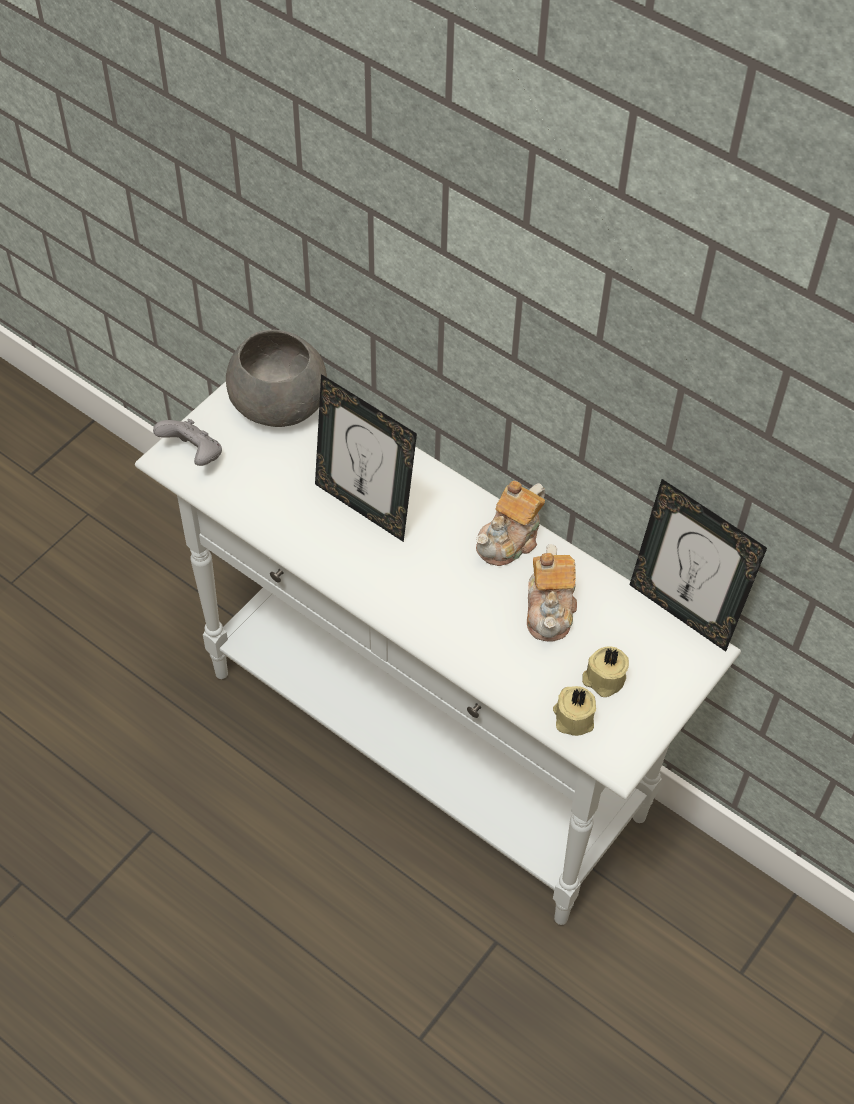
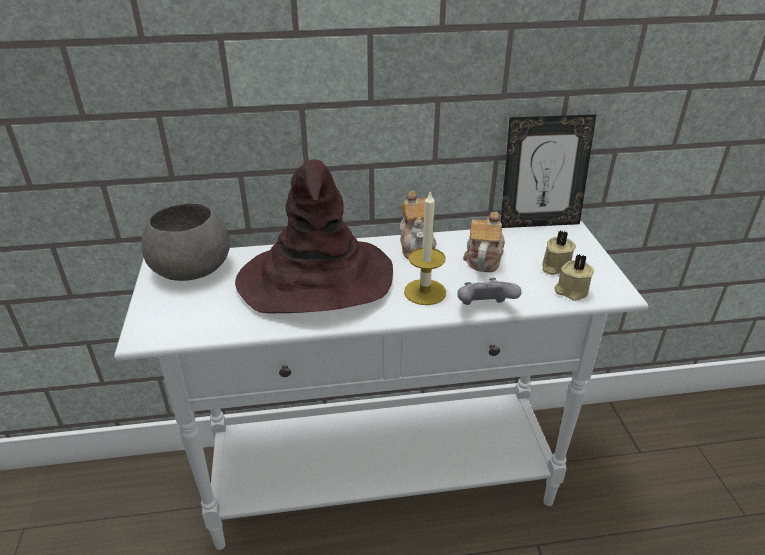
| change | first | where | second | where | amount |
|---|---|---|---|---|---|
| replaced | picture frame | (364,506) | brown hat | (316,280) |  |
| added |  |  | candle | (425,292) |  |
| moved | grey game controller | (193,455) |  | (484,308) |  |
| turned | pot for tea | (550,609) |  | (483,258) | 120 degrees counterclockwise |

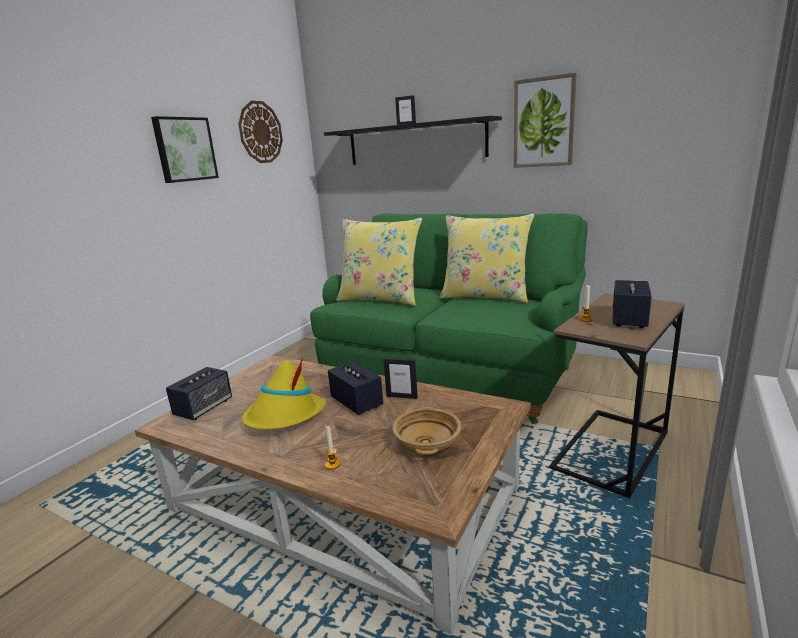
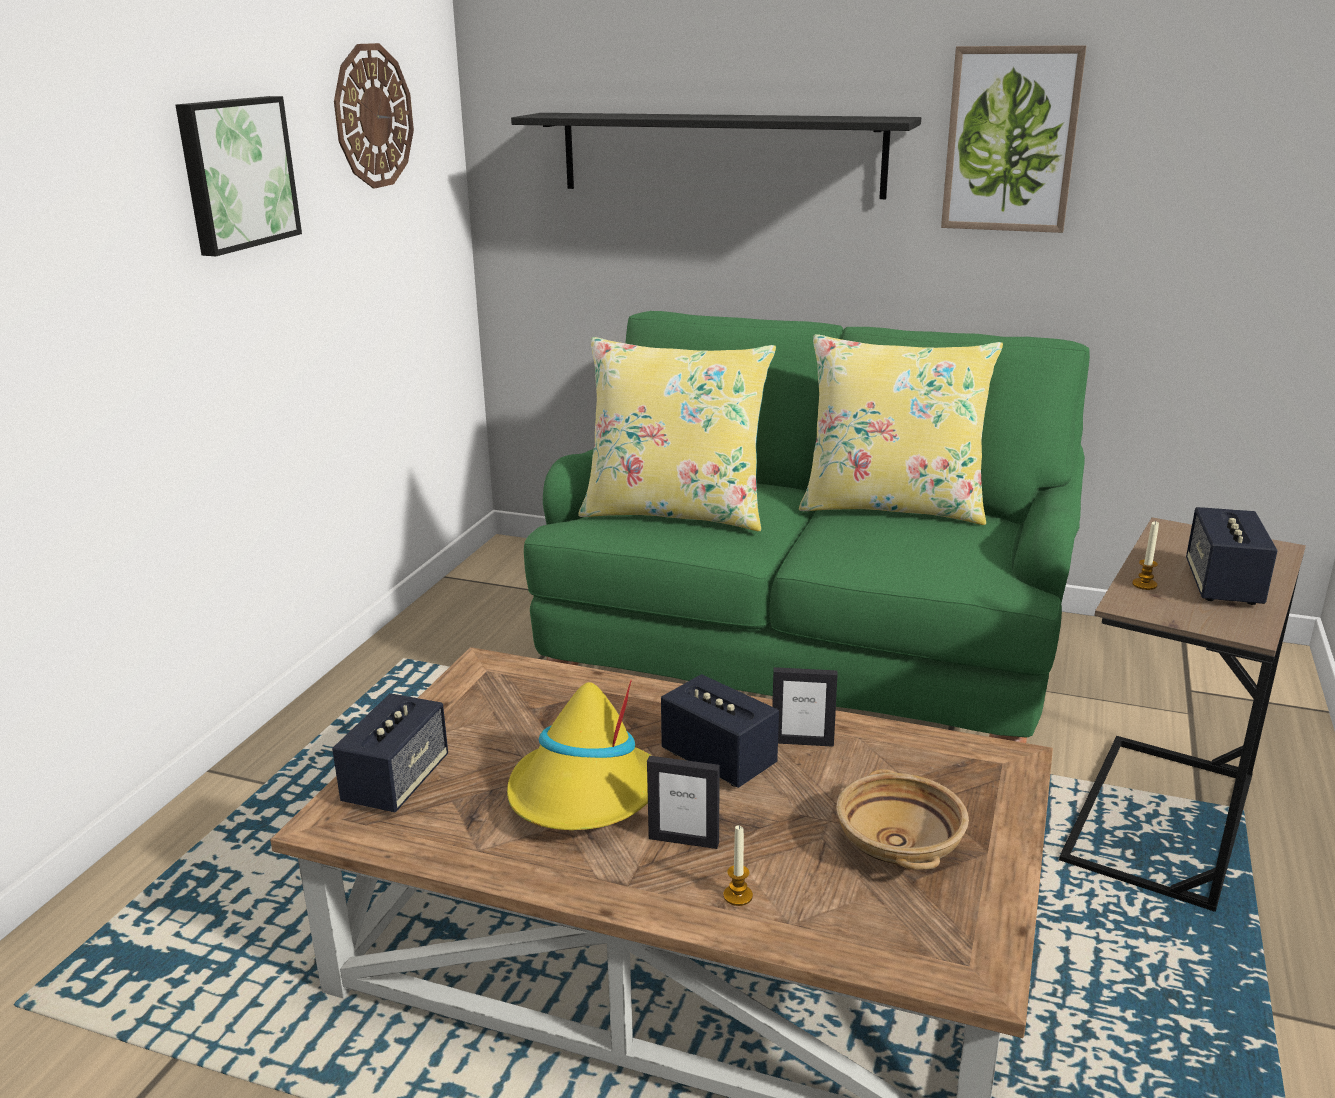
| change | first | where | second | where | amount |
|---|---|---|---|---|---|
| moved | picture frame | (406,124) |  | (684,840) |  |

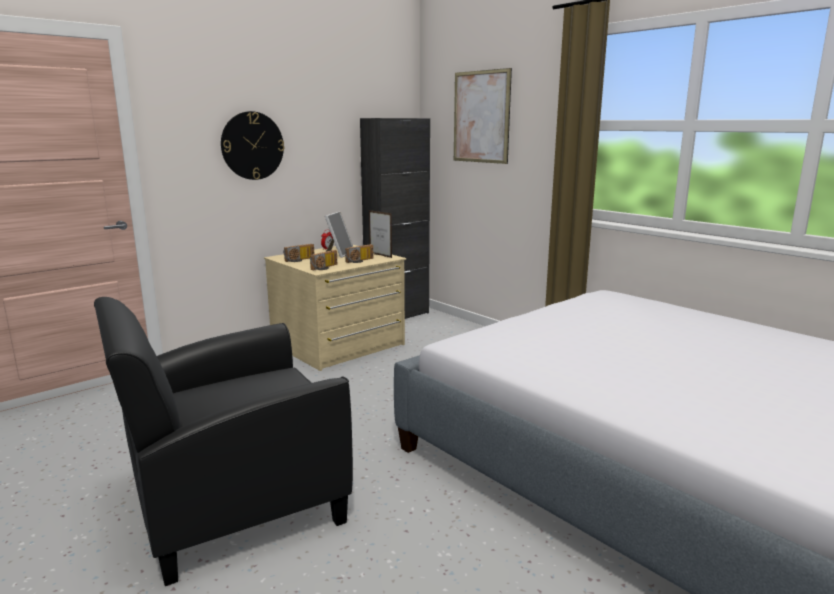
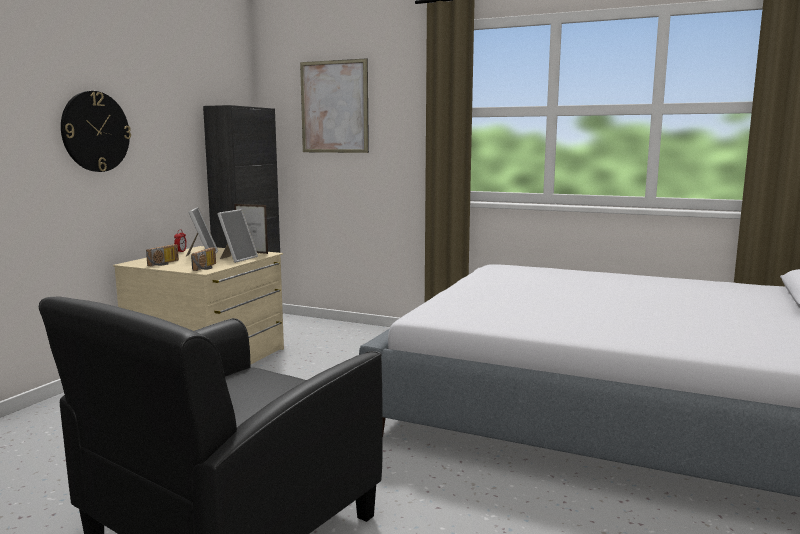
| change | first | where | second | where | amount |
|---|---|---|---|---|---|
| replaced | radio set | (360,261) | picture frame | (237,259) |  |

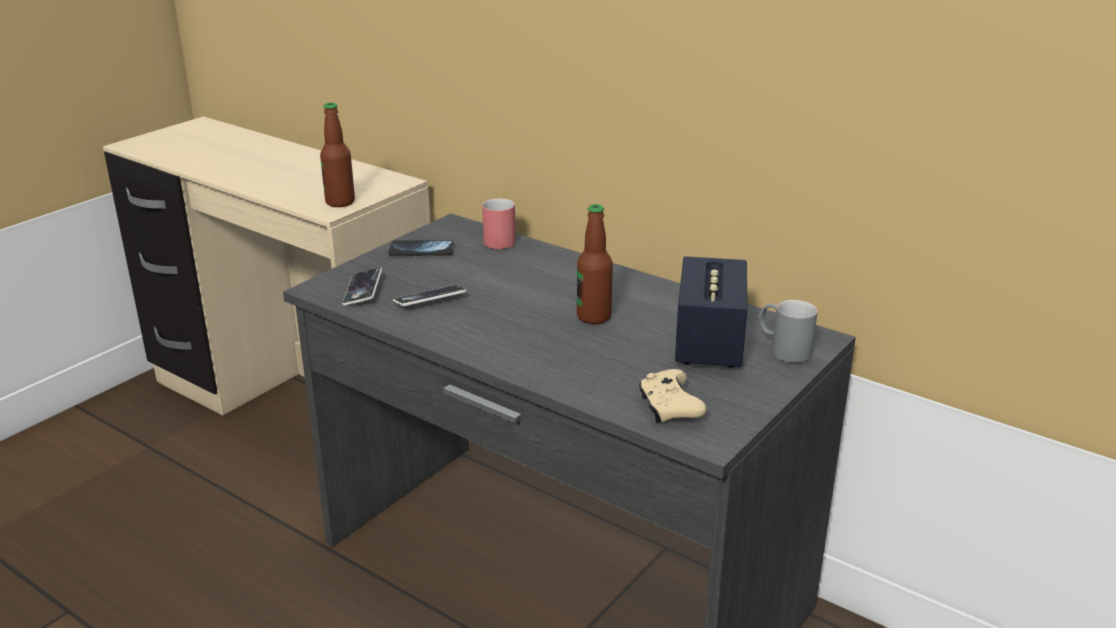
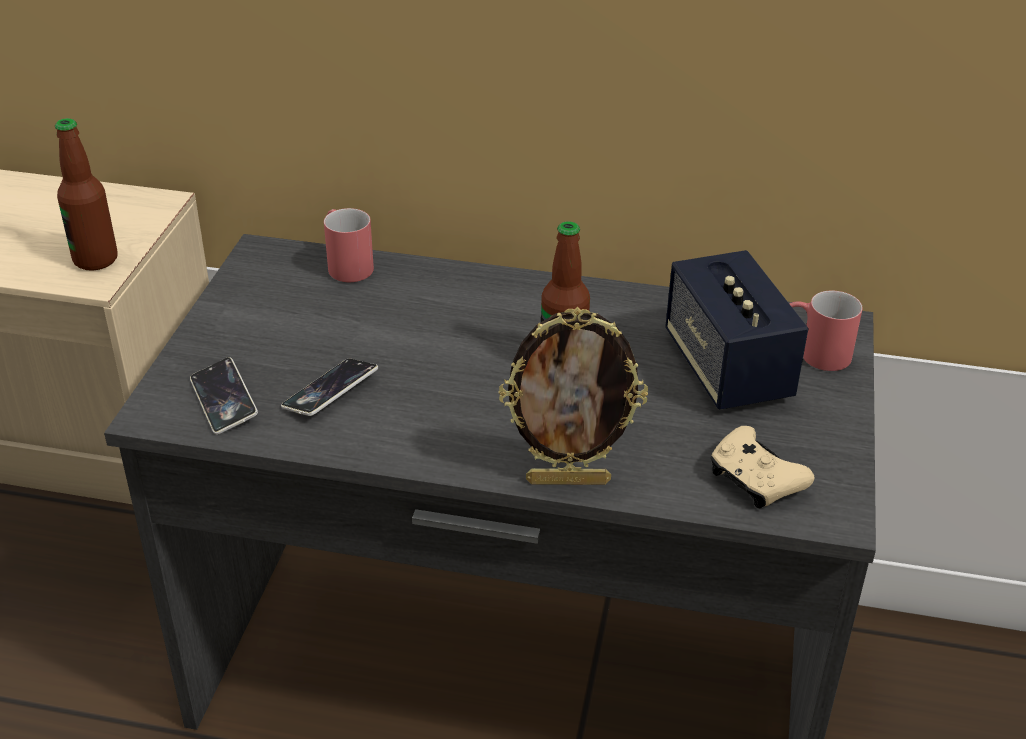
| change | first | where | second | where | amount |
|---|---|---|---|---|---|
| added |  |  | picture frame | (568,480) |  |
| recoloured | grey tea mug | (783,349) | red tea mug | (812,353) |  |
| removed | telephone | (421,250) |  |  |  |

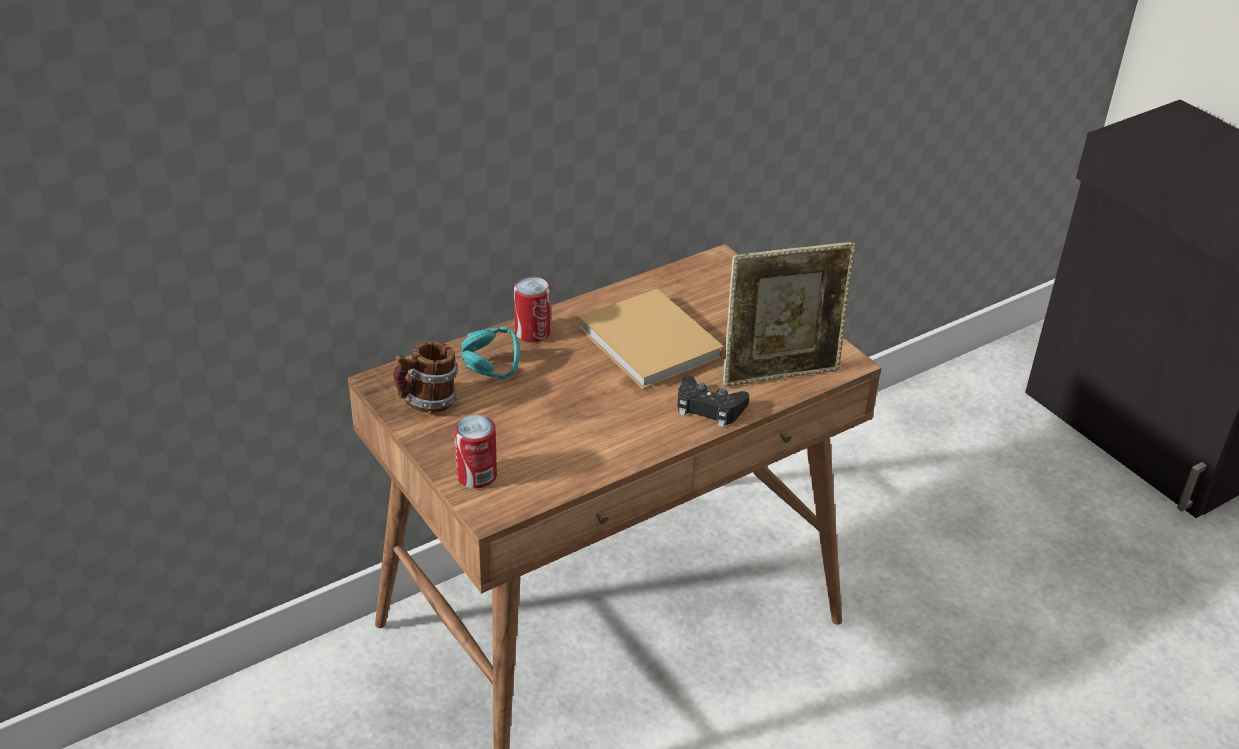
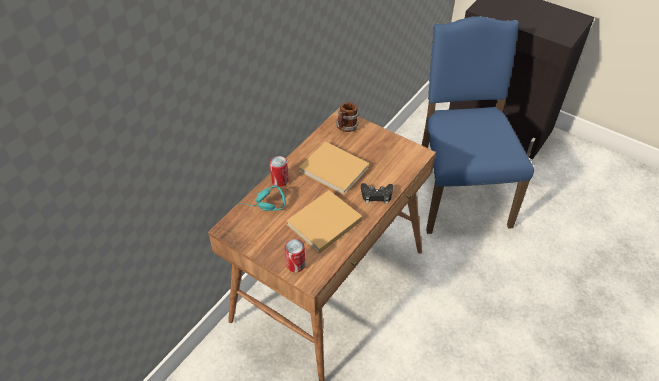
| change | first | where | second | where | amount |
|---|---|---|---|---|---|
| added |  |  | sand-coloured book | (322,223) |  |
| moved | tea mug | (427,403) |  | (346,128) |  |
| added |  |  | blue plain chair | (458,192) |  |
| removed | picture frame | (780,374) |  |  |  |

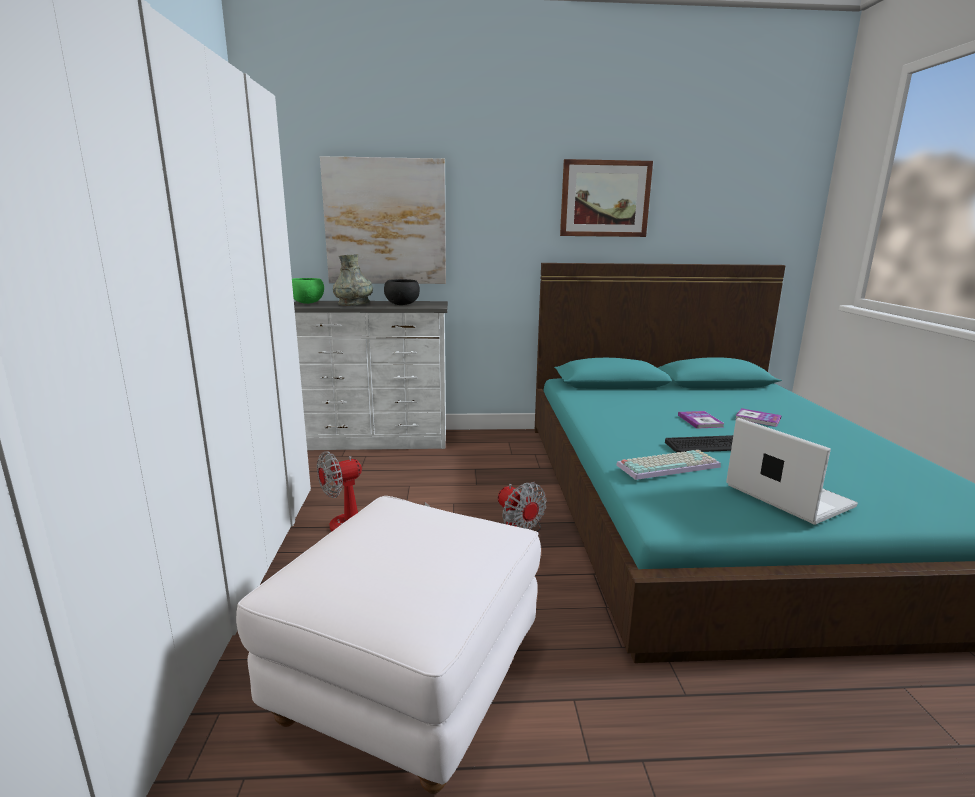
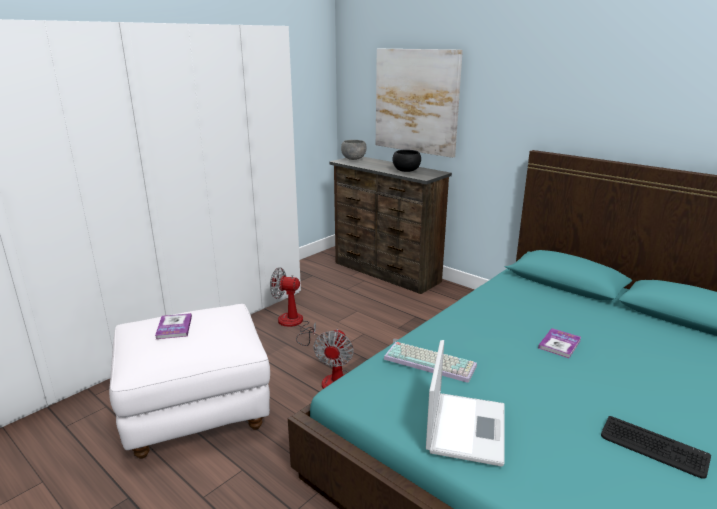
| change | first | where | second | where | amount |
|---|---|---|---|---|---|
| moved | book | (757,419) |  | (174,327) |  |
| recoloured | whitish chest of drawers | (377,441) | brown chest of drawers | (386,273) |  |
| recoloured | greenish deep dish | (307,303) | grey deep dish | (354,159) |  |
| moved | PC keyboard | (706,445) |  | (653,447) |  |
| removed | grey flower vase | (354,304) |  |  |  |
| removed | wall art | (605,199) |  |  |  |

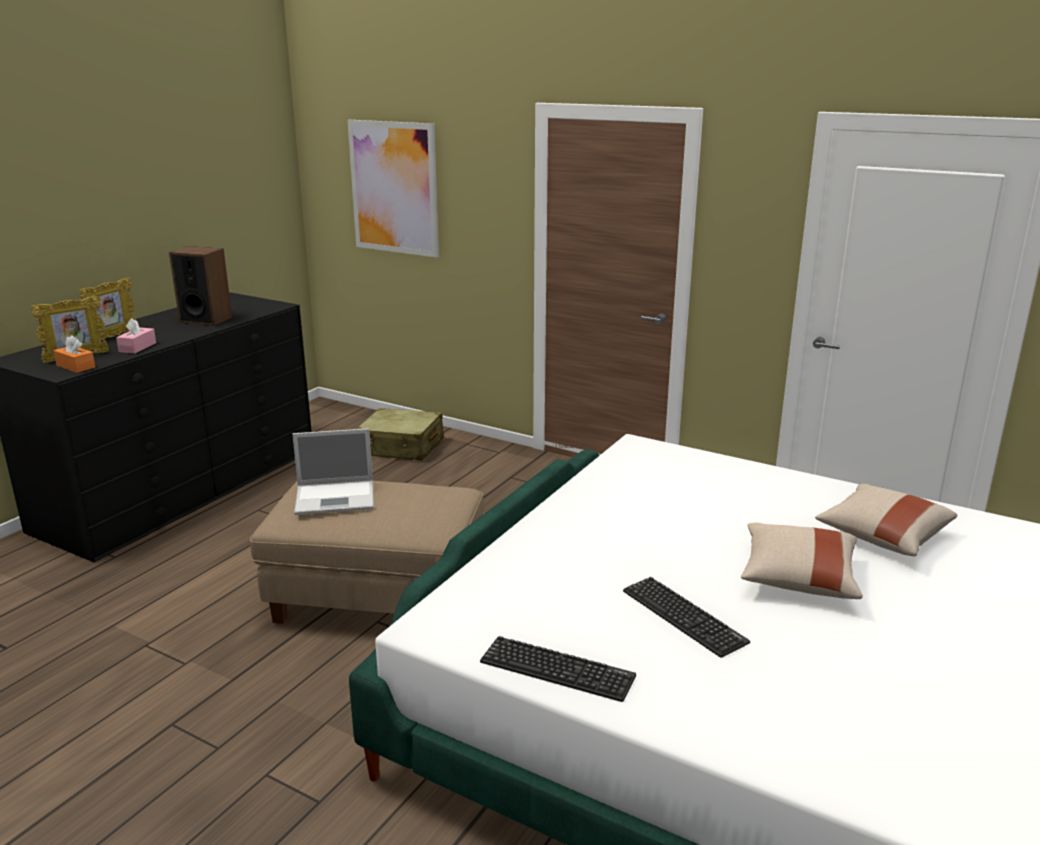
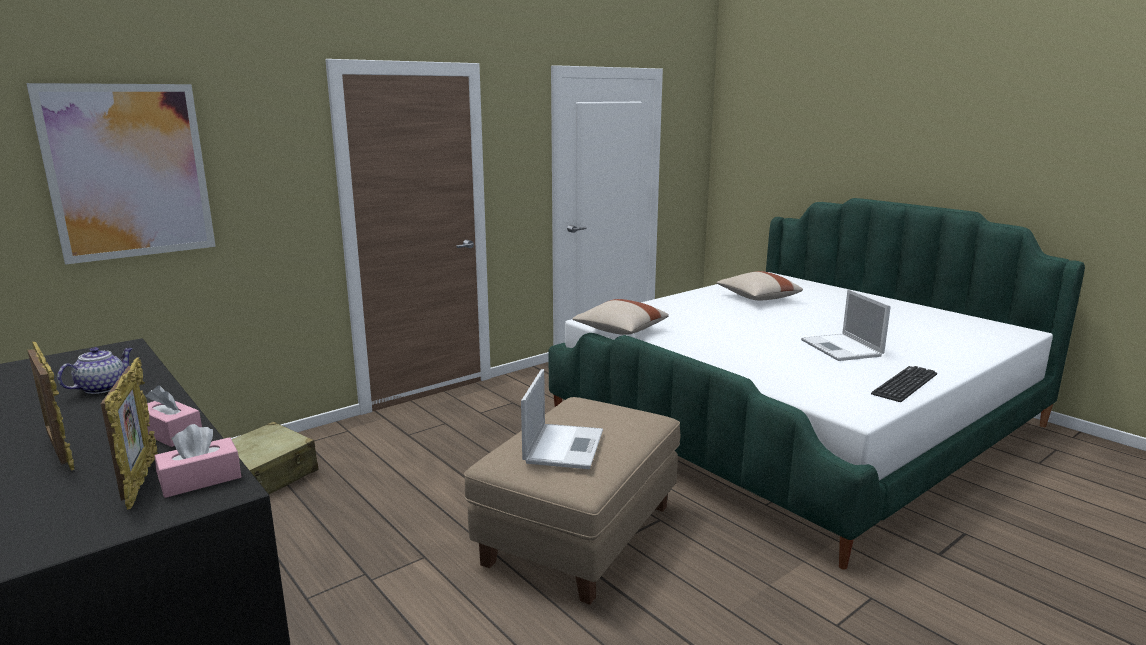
| change | first | where | second | where | amount |
|---|---|---|---|---|---|
| replaced | speaker | (206,320) | pot for tea | (102,388) |  |
| recoloured | orangey box of tissues | (75,366) | pink-coloured box of tissues | (200,480) |  |
| moved | sand-coloured pillow | (798,578) |  | (620,331) |  |
| replaced | PC keyboard | (683,616) | laptop | (842,348) |  |

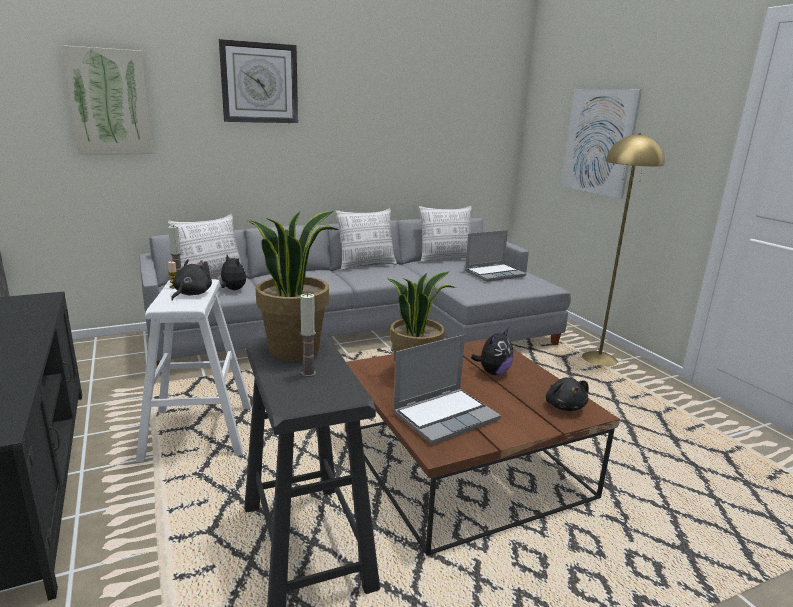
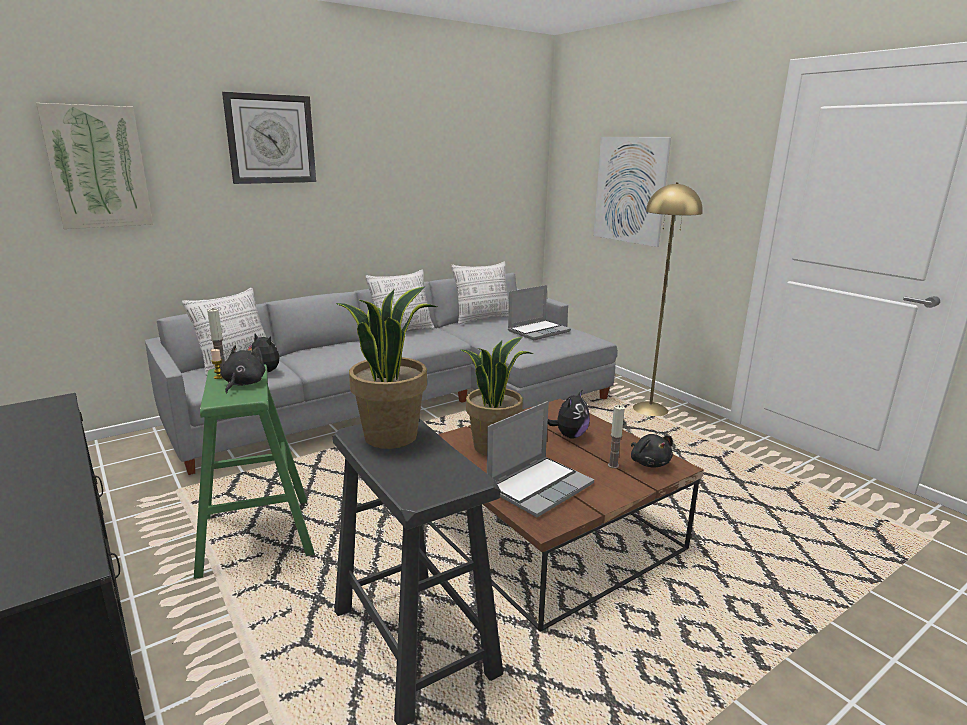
| change | first | where | second | where | amount |
|---|---|---|---|---|---|
| recoloured | whitish stool seat | (198,431) | greenish stool seat | (256,535) |  |
| moved | candle | (308,373) |  | (613,465) |  |

